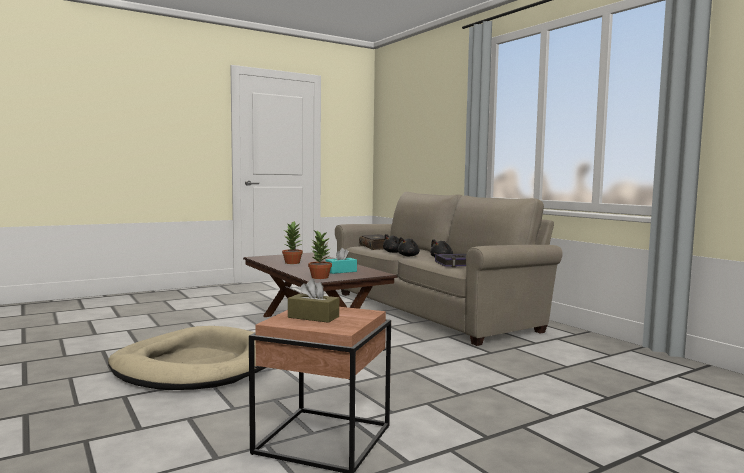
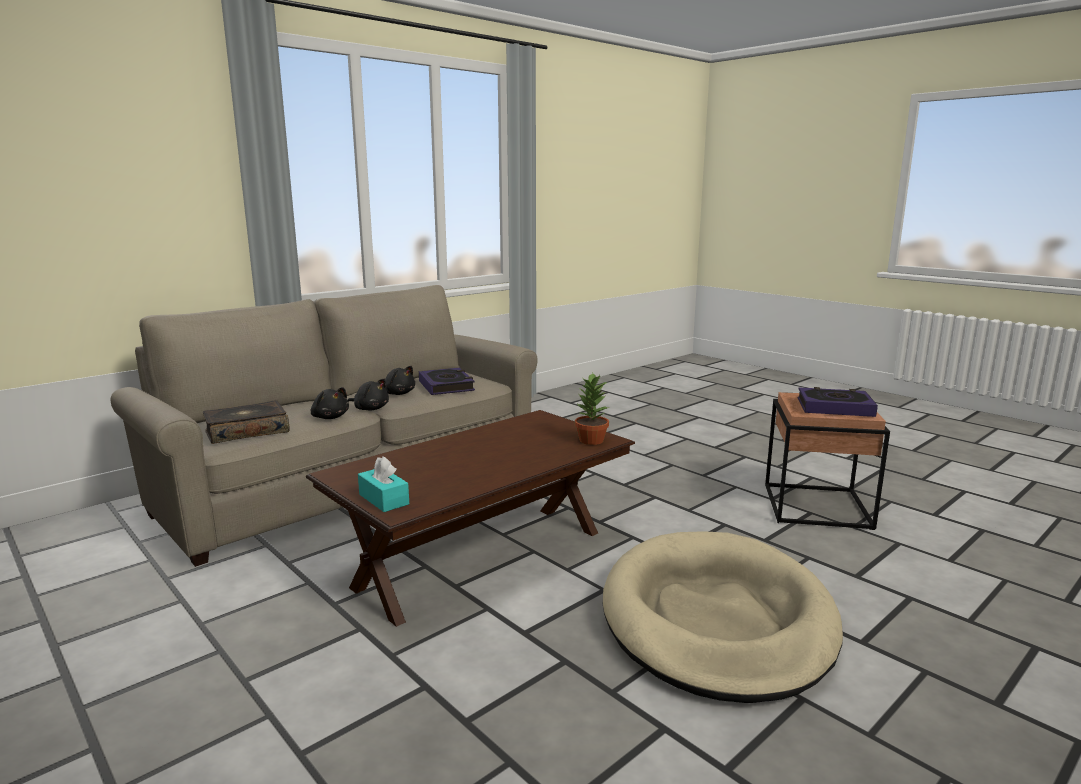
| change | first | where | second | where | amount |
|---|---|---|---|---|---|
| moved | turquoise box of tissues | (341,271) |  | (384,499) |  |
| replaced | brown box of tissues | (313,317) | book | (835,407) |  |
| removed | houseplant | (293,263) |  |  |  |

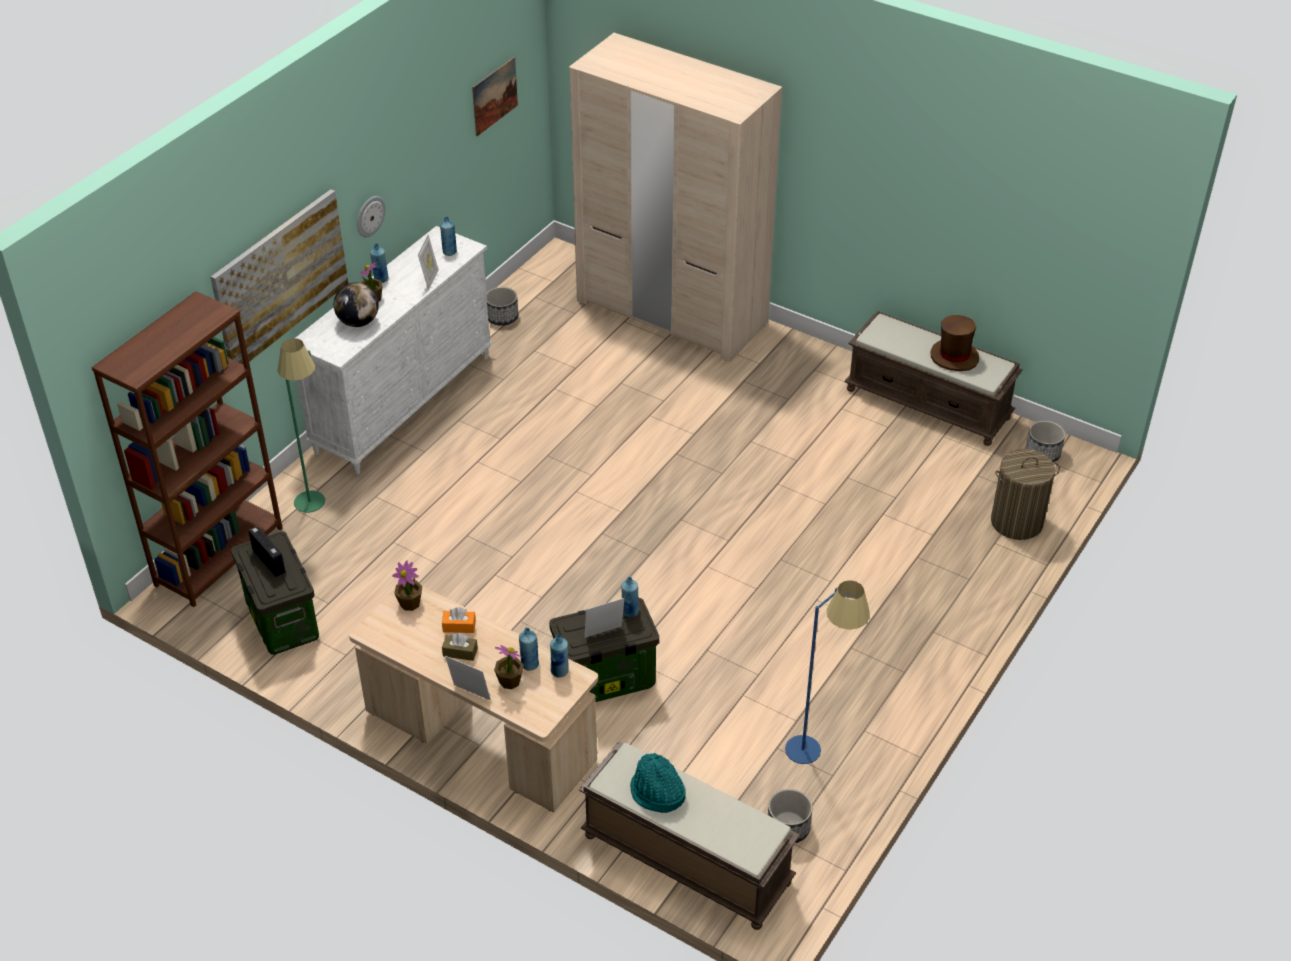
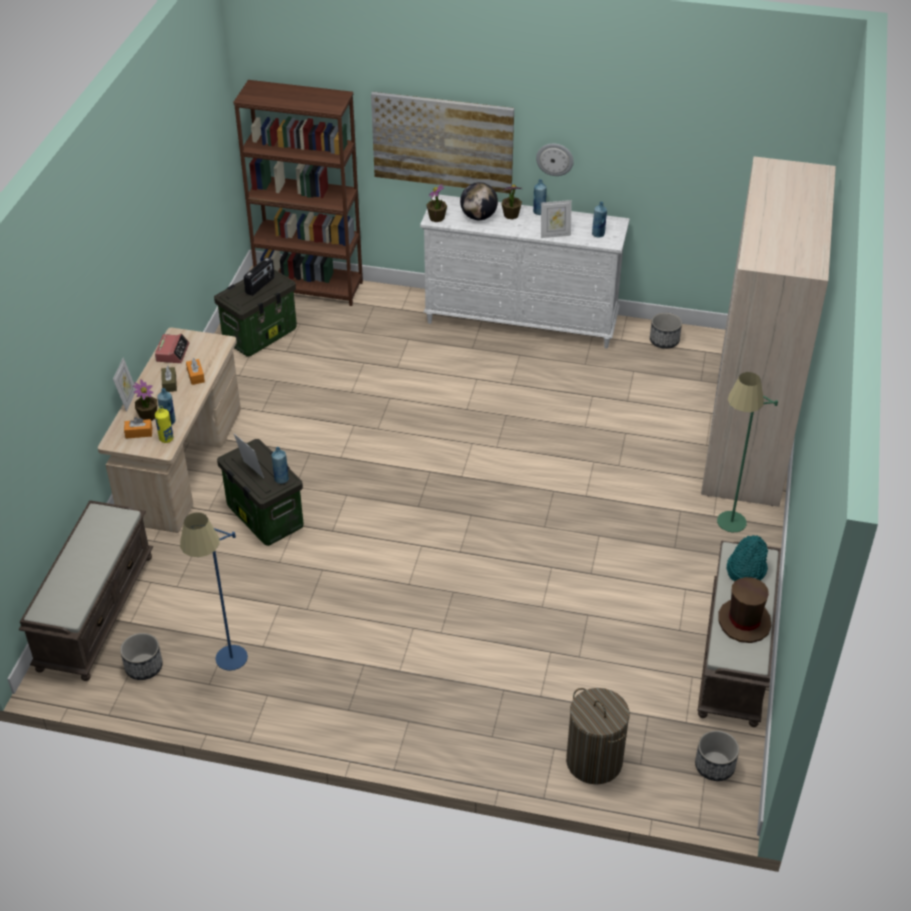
| change | first | where | second | where | amount |
|---|---|---|---|---|---|
| added |  |  | orangey box of tissues | (139,433) |  |
| added |  |  | table clock | (172,352) |  |
| recoloured | blue drink bottle | (560,671) | yellowish drink bottle | (166,439) |  |
| moved | houseplant | (410,603) |  | (436,218) |  |
| moved | greenish floor lamp | (317,509) |  | (727,530) |  |
| moved | turquoise hat | (657,793) |  | (745,569) |  |
| removed | wall art | (494,96) |  |  |  |

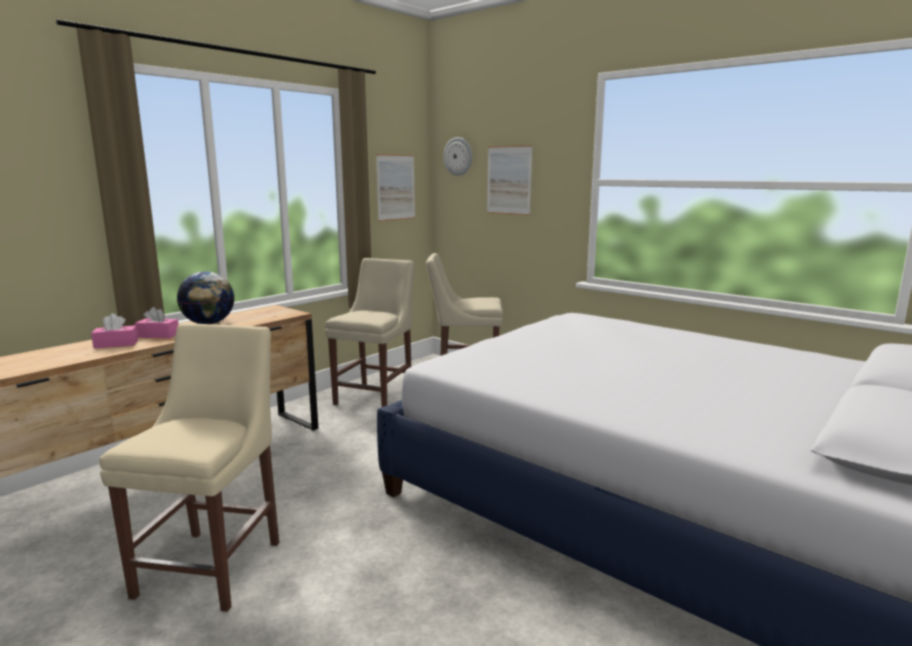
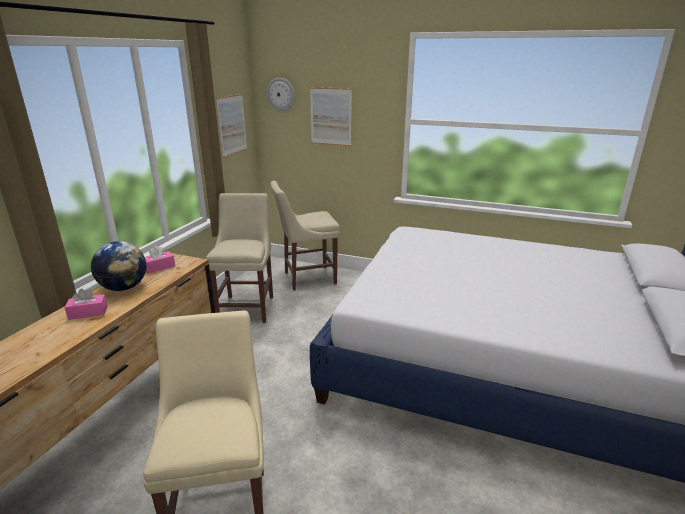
| change | first | where | second | where | amount |
|---|---|---|---|---|---|
| moved | pink-coloured box of tissues | (116,344) |  | (159,267) |  |

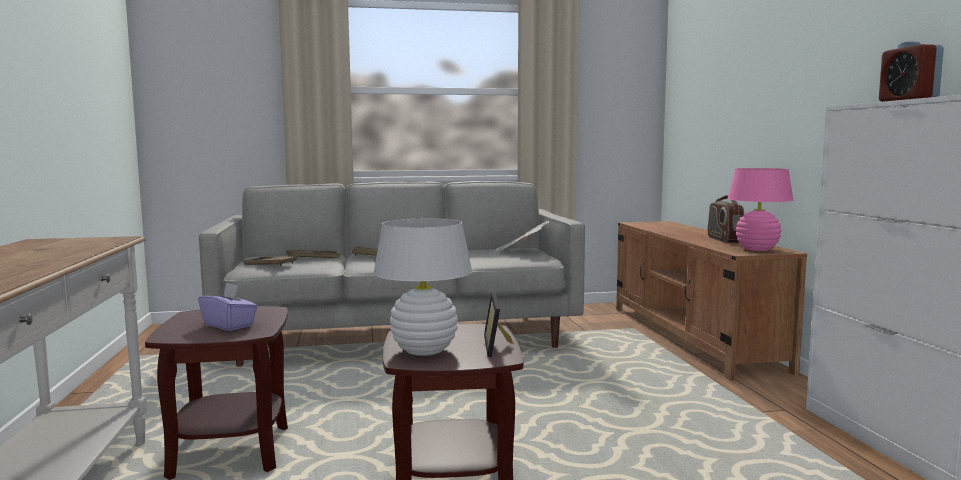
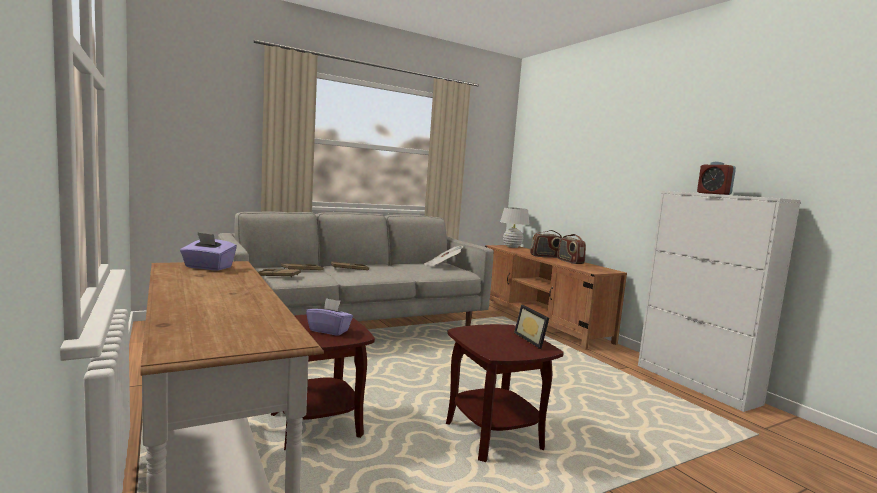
| change | first | where | second | where | amount |
|---|---|---|---|---|---|
| added |  |  | purplish box of tissues | (208,267) |  |
| moved | whitish table lamp | (424,350) |  | (512,247) |  |
| added |  |  | radio set | (545,256) |  |
| removed | pink-coloured table lamp | (757,249) |  |  |  |

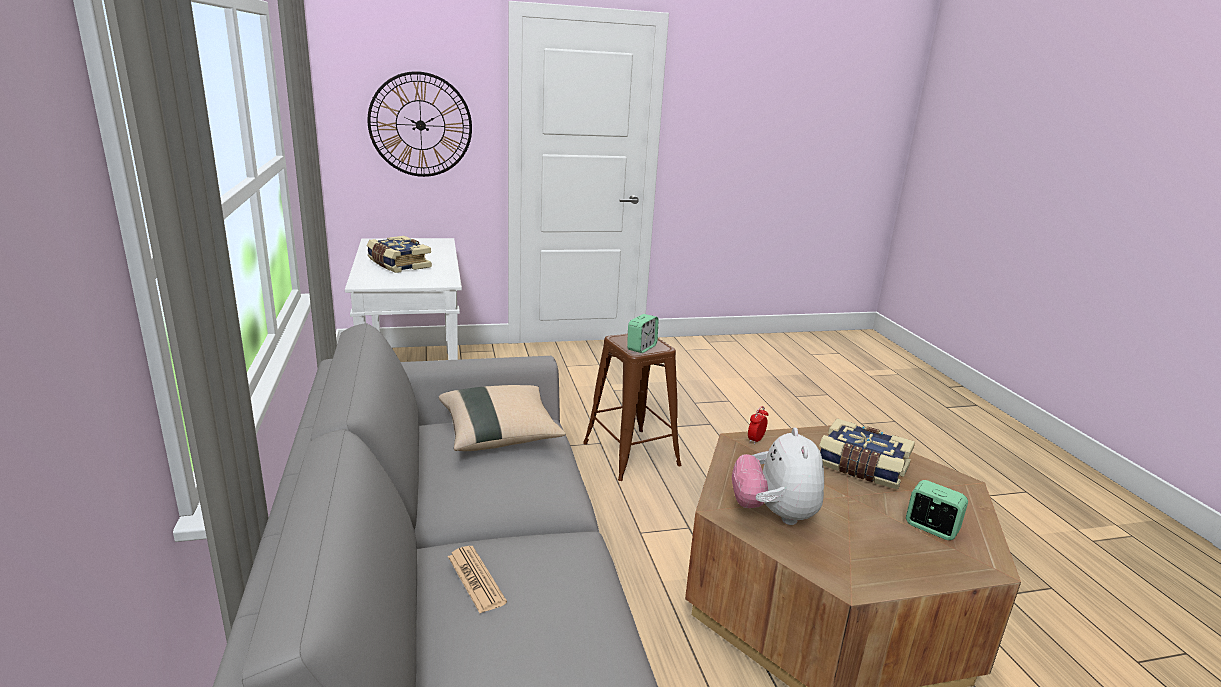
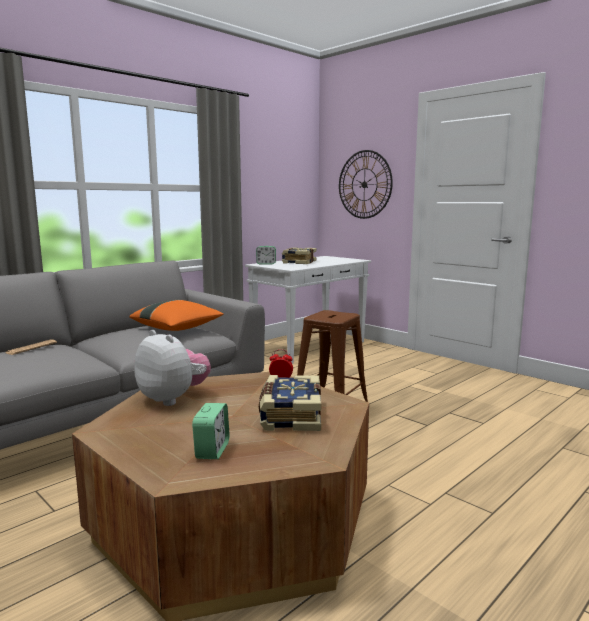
| change | first | where | second | where | amount |
|---|---|---|---|---|---|
| recoloured | sand-coloured pillow | (499,435) | orangey pillow | (178,329) |  |
| turned | plush toy | (774,514) |  | (173,399) | 75 degrees clockwise |
| moved | table clock | (641,348) |  | (266,263) |  |

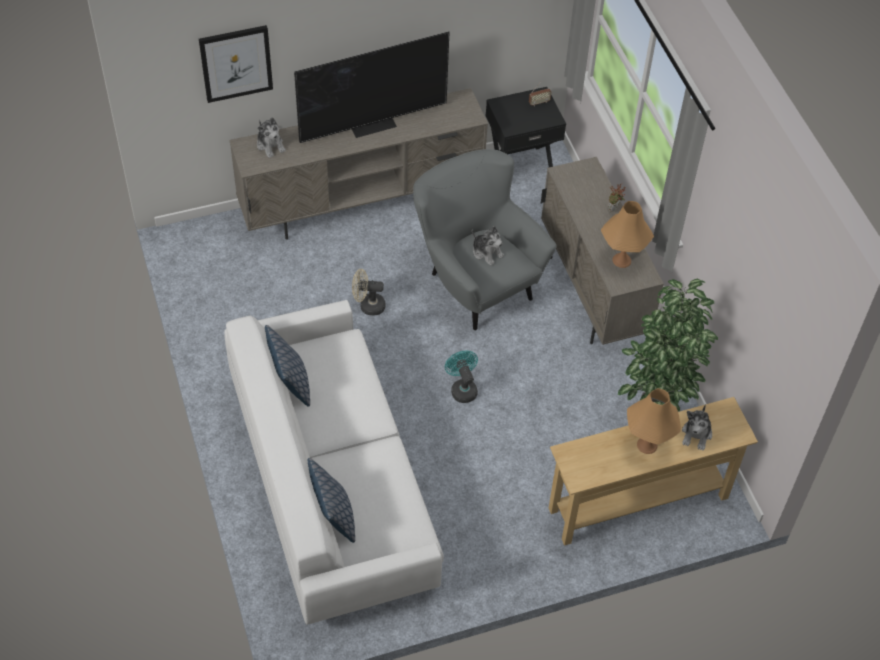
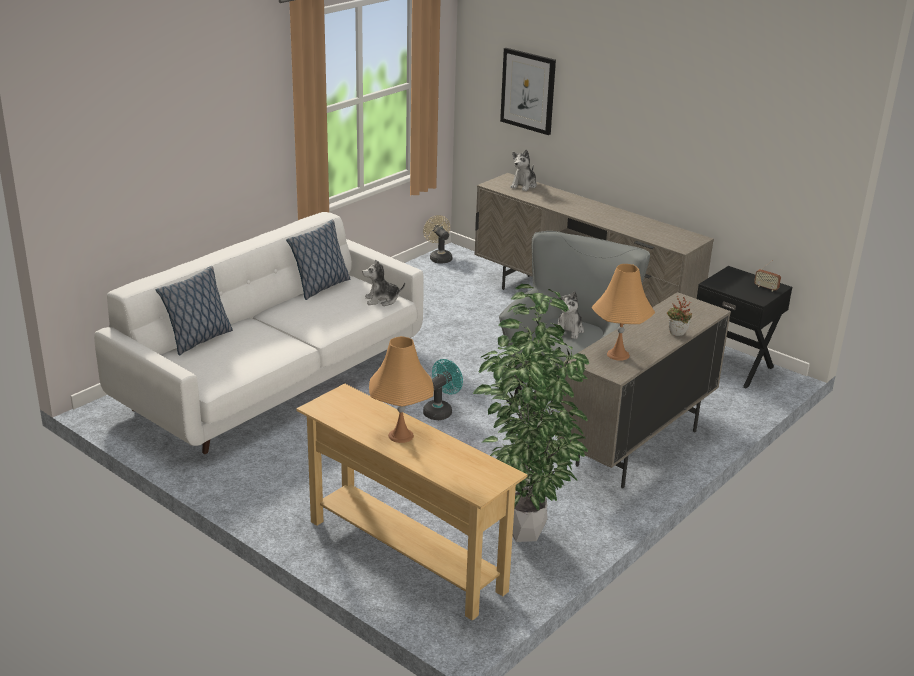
| change | first | where | second | where | amount |
|---|---|---|---|---|---|
| moved | plush toy | (696,434) |  | (382,300) |  |
| moved | sand-coloured fan | (368,306) |  | (439,257) |  |
| removed | TV | (373,123) |  |  |  |

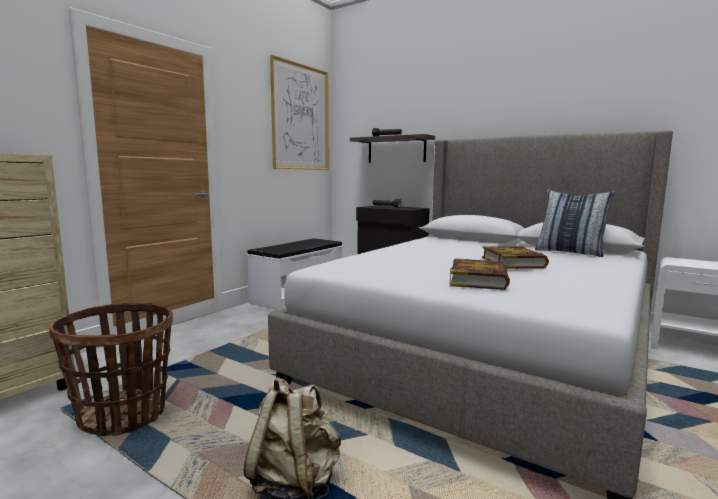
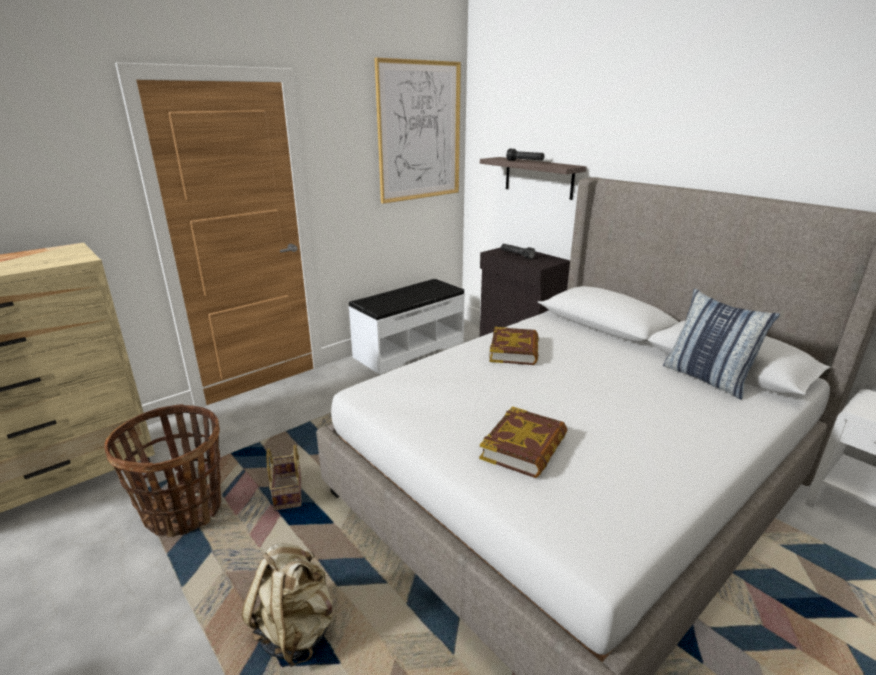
| change | first | where | second | where | amount |
|---|---|---|---|---|---|
| added |  |  | storage basket | (287,492) |  |
| moved | book | (513,262) |  | (514,351) |  |

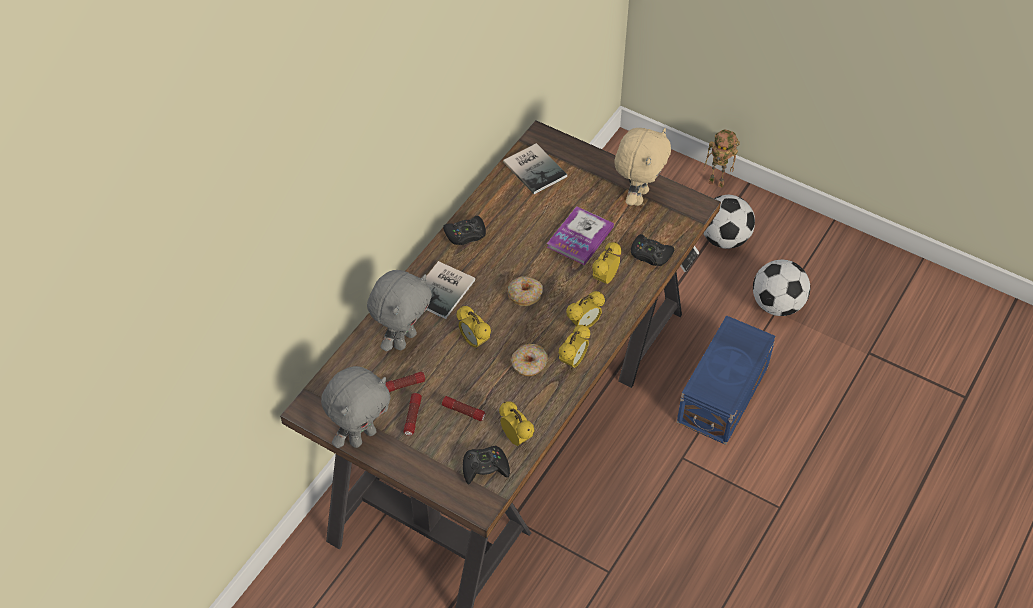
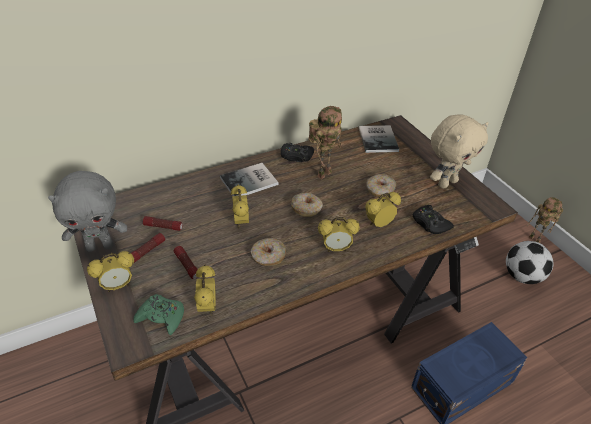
| change | first | where | second | where | amount |
|---|---|---|---|---|---|
| moved | table clock | (573,361) |  | (117,286) |  |
| recoloured | black-coloured game controller | (485,468) | greenish game controller | (161,317) |  |
| added |  |  | robot figure | (323,173) |  |
| replaced | book | (580,237) | donut | (380,190) |  |
| removed | grey plush toy | (403,339) |  |  |  |
| removed | football ball | (777,304) |  |  |  |

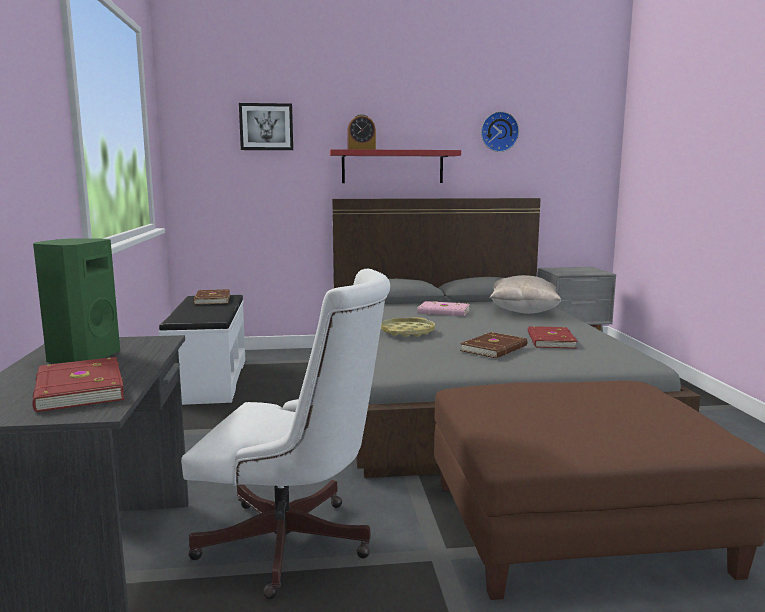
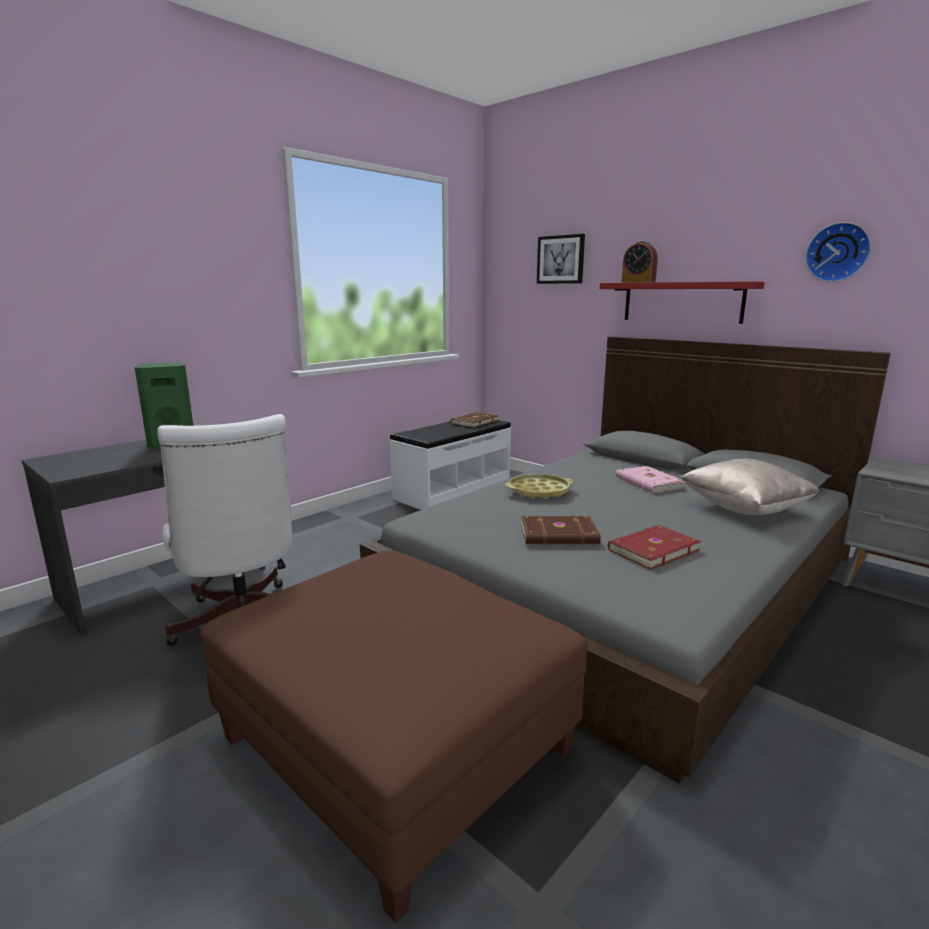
| change | first | where | second | where | amount |
|---|---|---|---|---|---|
| removed | red book | (77,389) |  |  |  |

